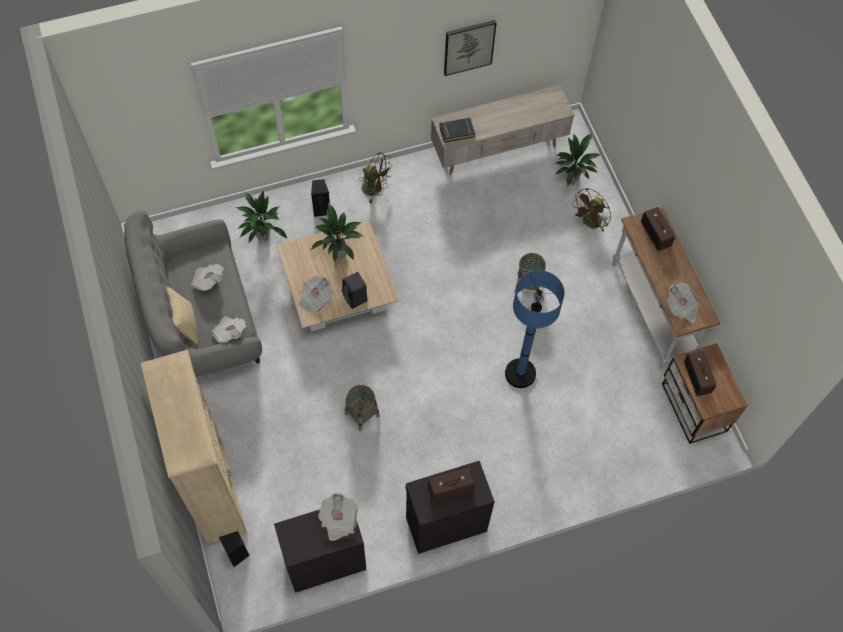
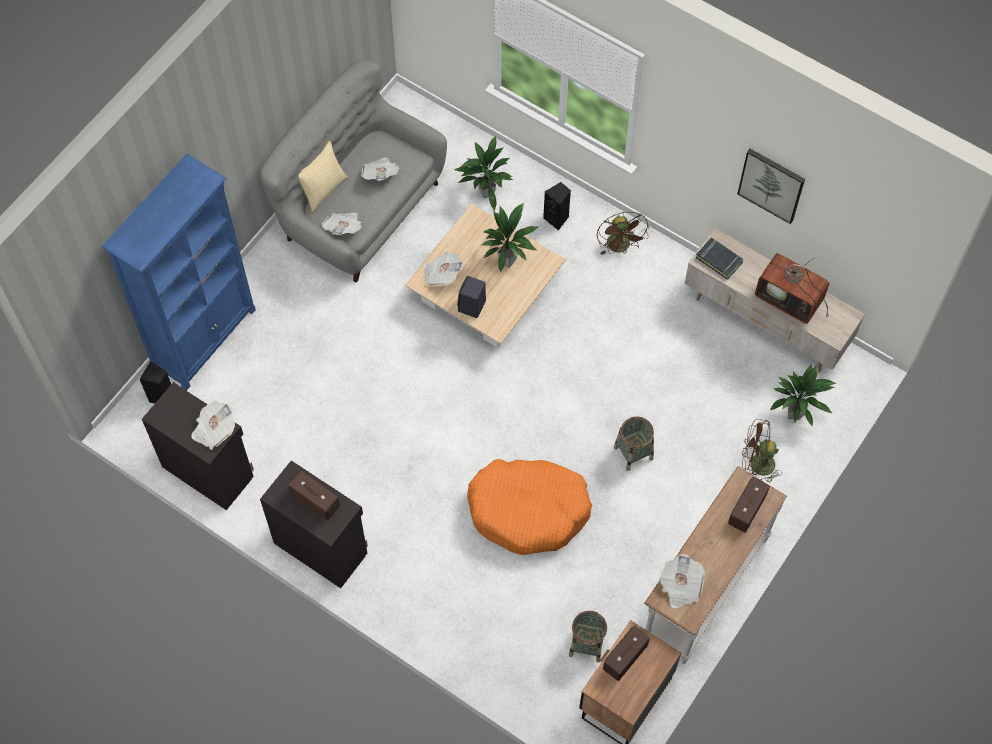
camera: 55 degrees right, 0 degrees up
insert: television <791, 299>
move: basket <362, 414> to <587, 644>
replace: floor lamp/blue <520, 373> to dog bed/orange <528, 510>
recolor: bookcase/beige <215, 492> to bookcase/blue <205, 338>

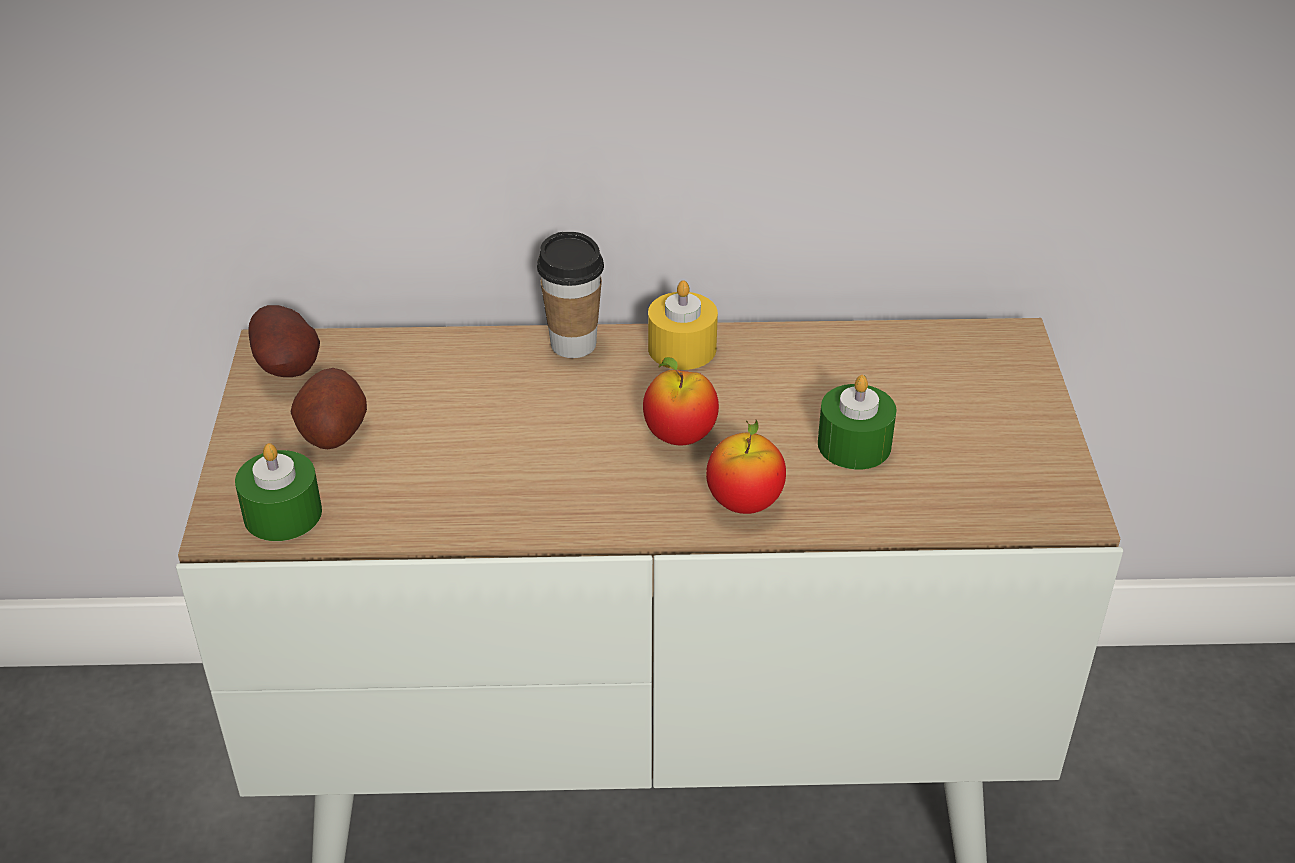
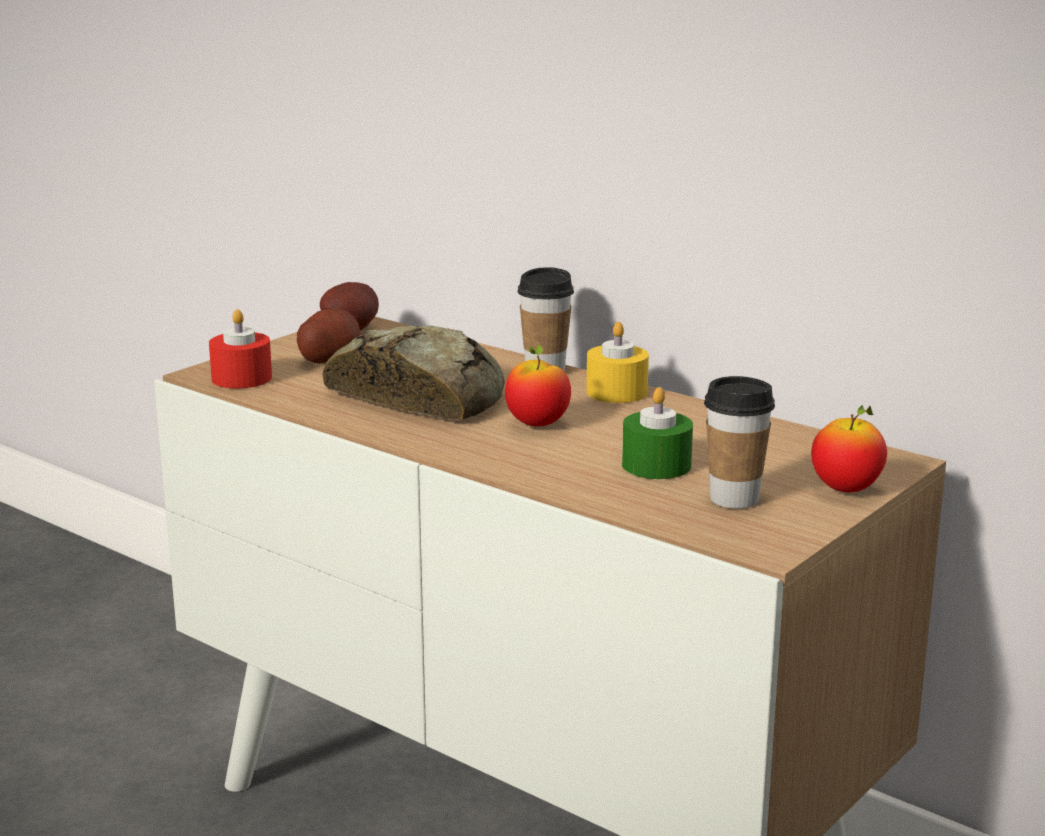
camera: 40 degrees right, 20 degrees down
insert: bread <420, 395>; cup <734, 499>
move: apple <744, 503> to <846, 489>
recolor: candle/green <283, 514> to candle/red <242, 378>

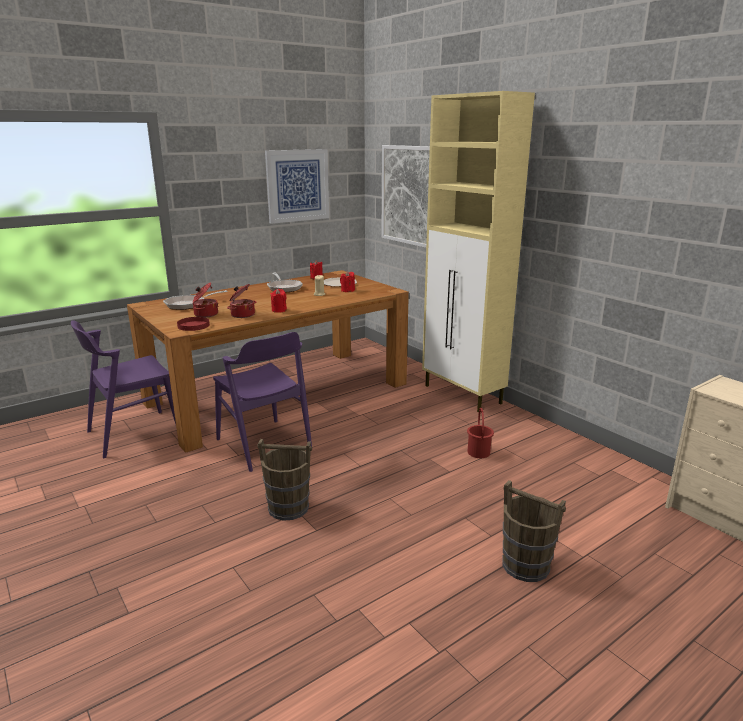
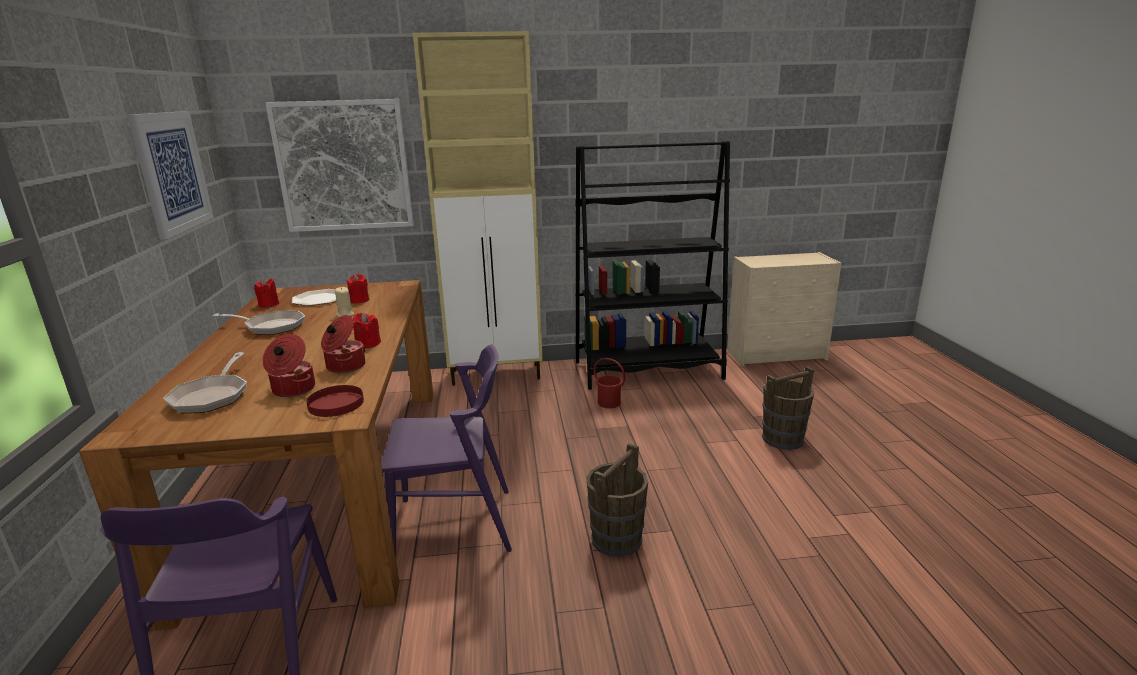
camera: 60 degrees left, 0 degrees up
insert: bookcase/black <648, 370>

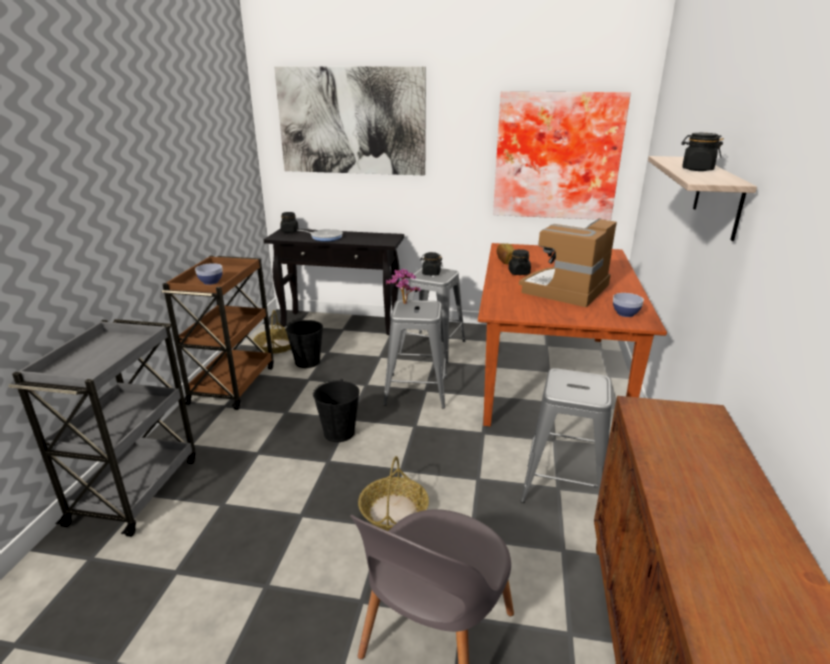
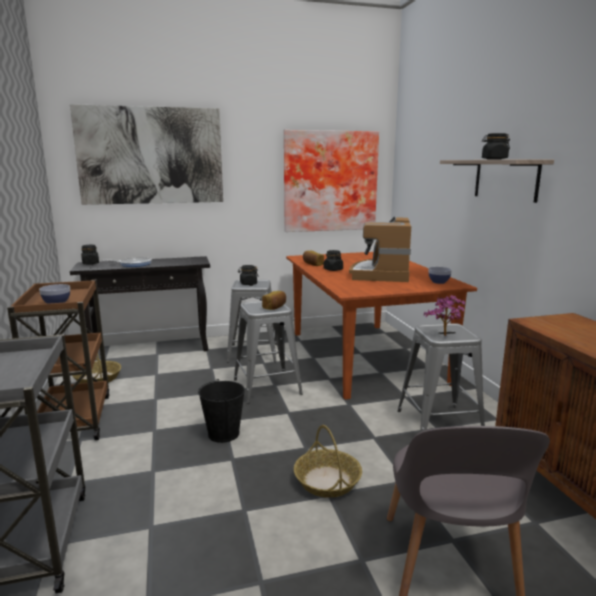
camera: 25 degrees left, 10 degrees down
delete: bucket/black <307, 362>
insert: bread <275, 307>
move: potted plant <403, 304> to <445, 336>

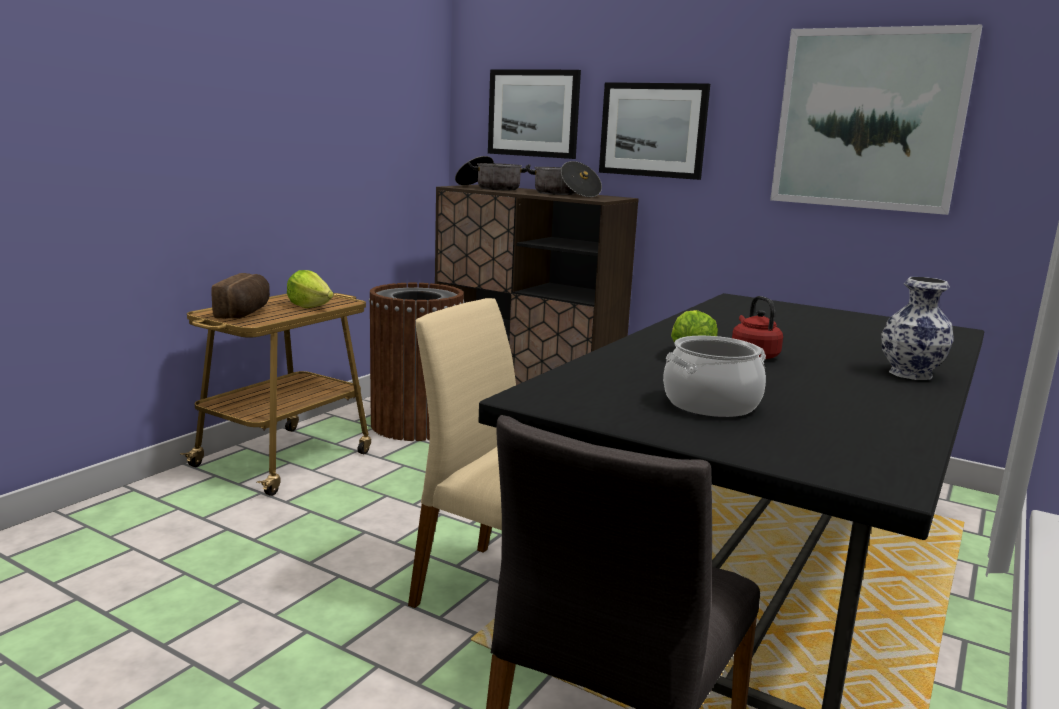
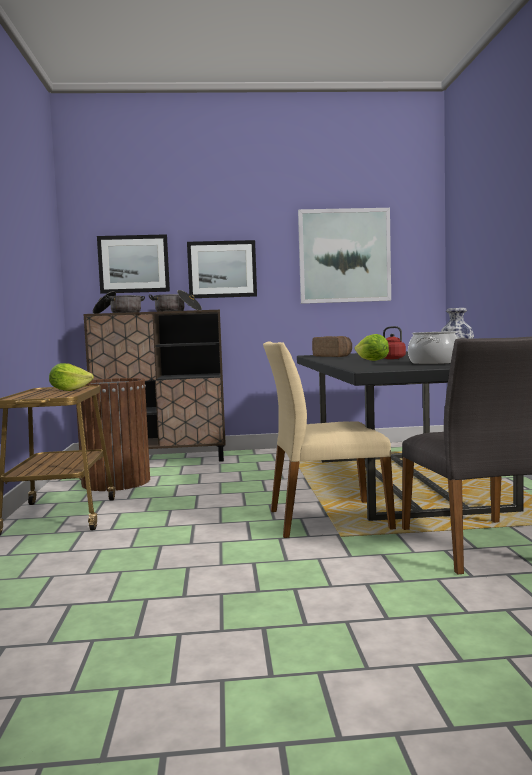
camera: 35 degrees left, 10 degrees down
move: bread <245, 312> to <333, 356>

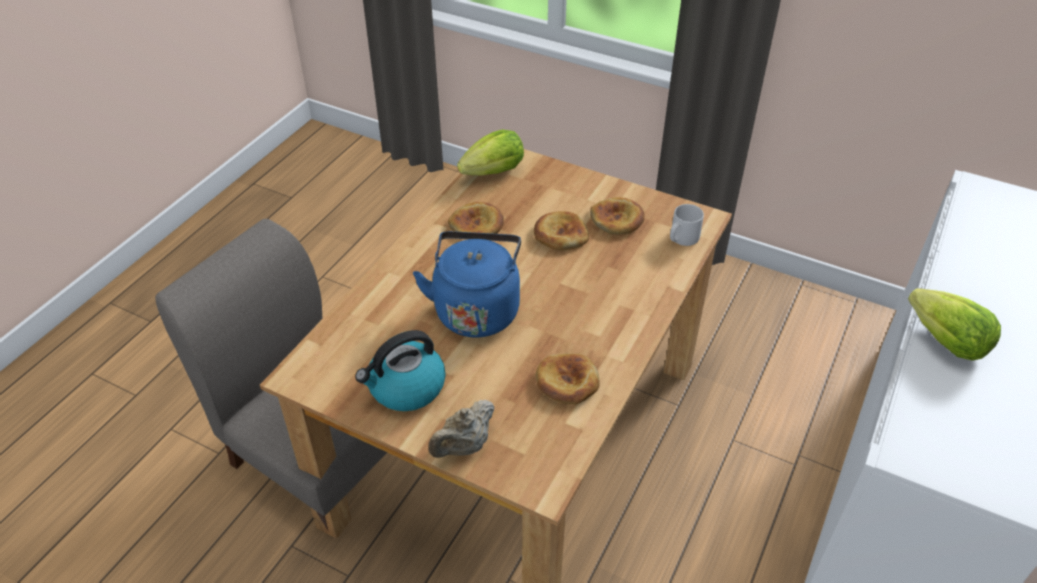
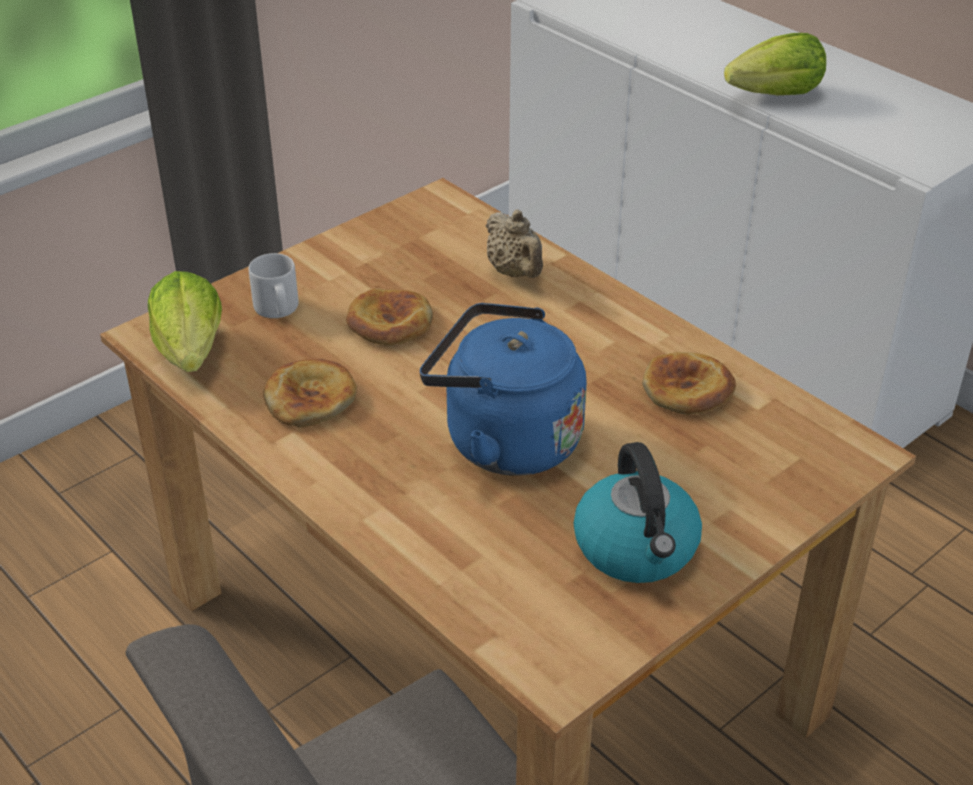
camera: 70 degrees left, 5 degrees down
delete: bread <617, 219>
move: mug/grey <682, 238> to <277, 309>; teapot/beige <464, 446> to <516, 272>

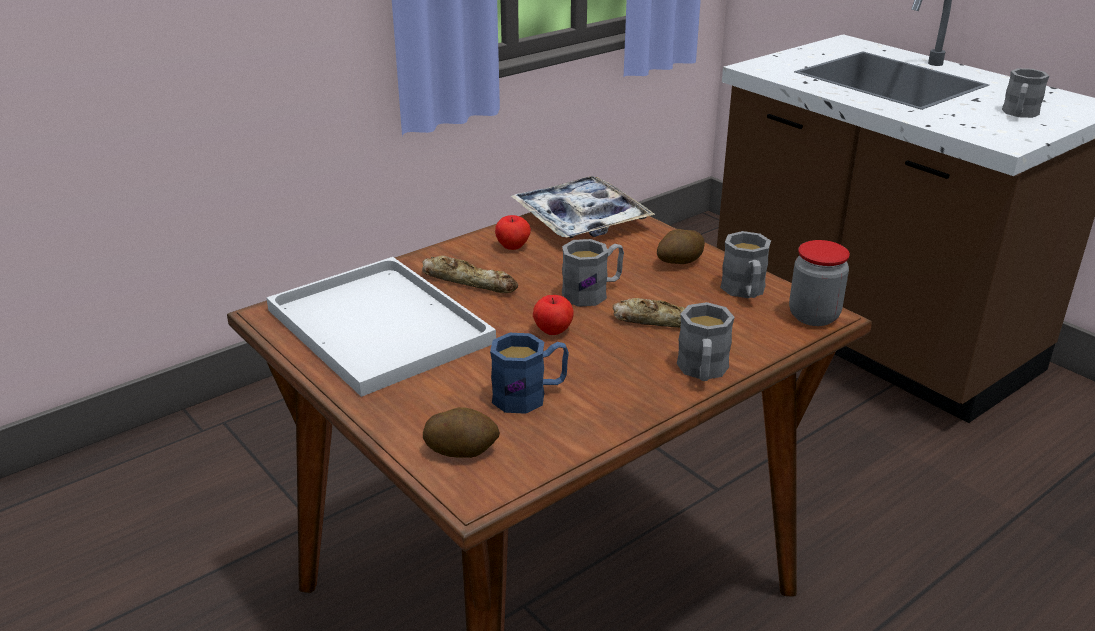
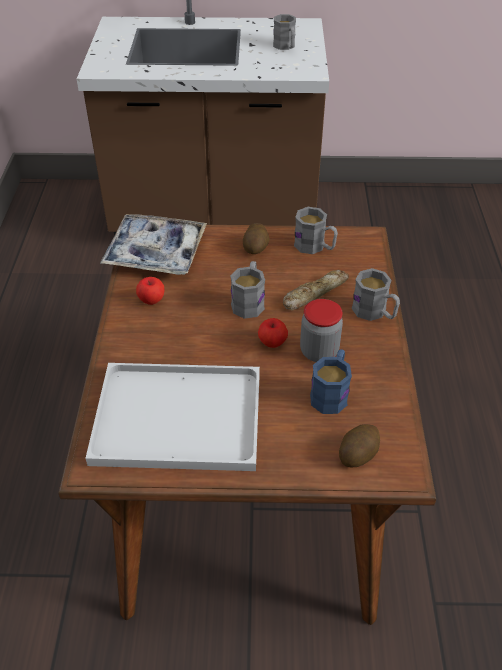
camera: 50 degrees left, 15 degrees up
delete: bread <469, 281>
move: jar <813, 316> to <319, 351>

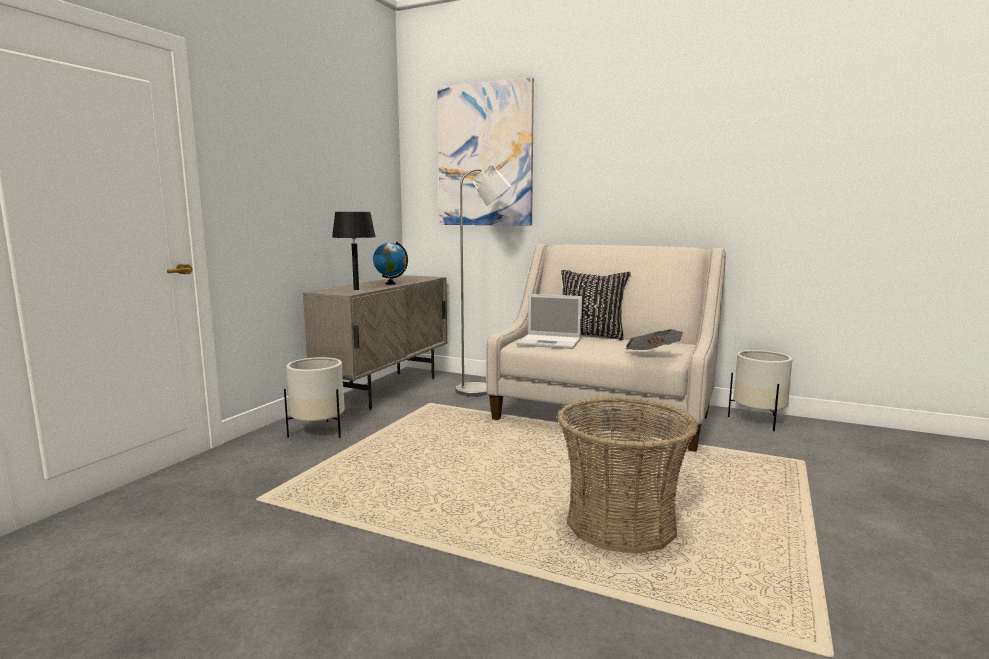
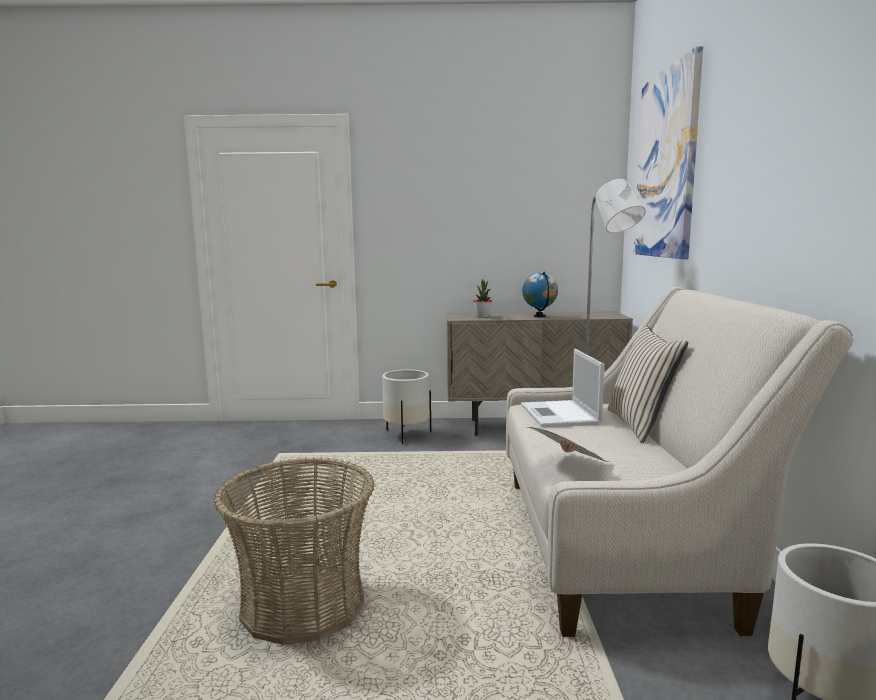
camera: 65 degrees right, 0 degrees up
replace: table lamp/black <356, 289> to potted plant <482, 317>
recolor: pillow/black <590, 335> to pillow/beige <640, 425>

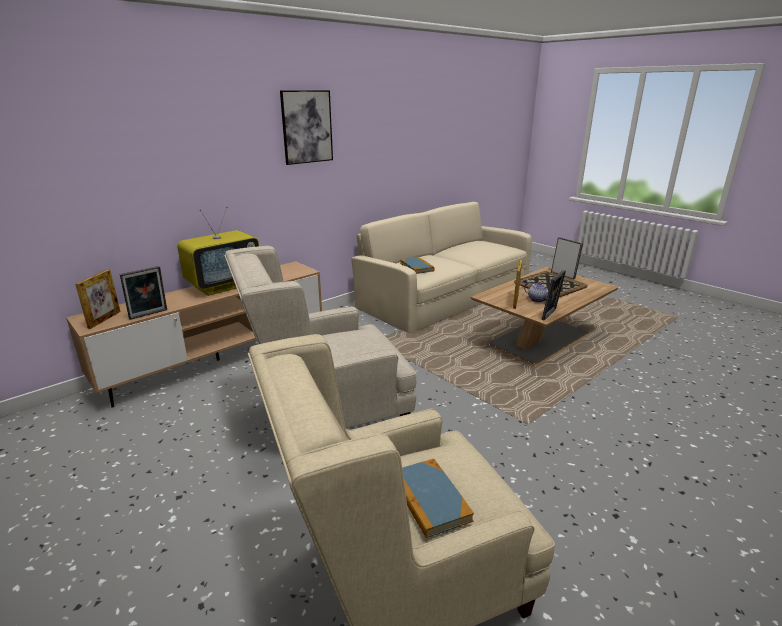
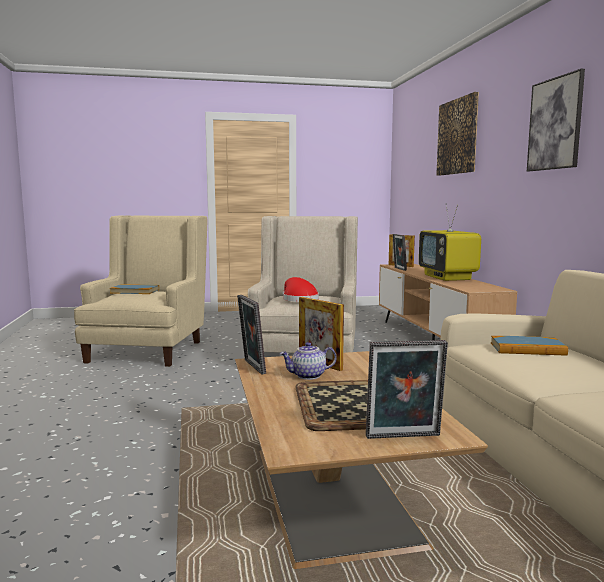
camera: 120 degrees right, 15 degrees down
insert: hat/red <298, 299>; picture <458, 136>

